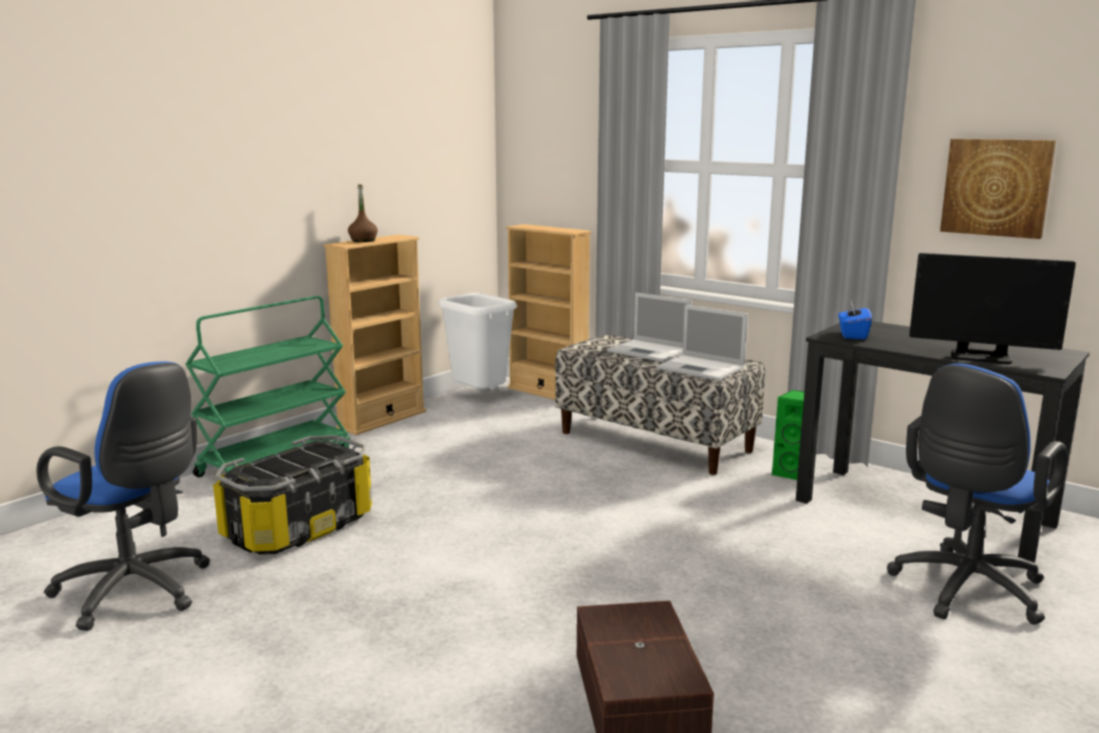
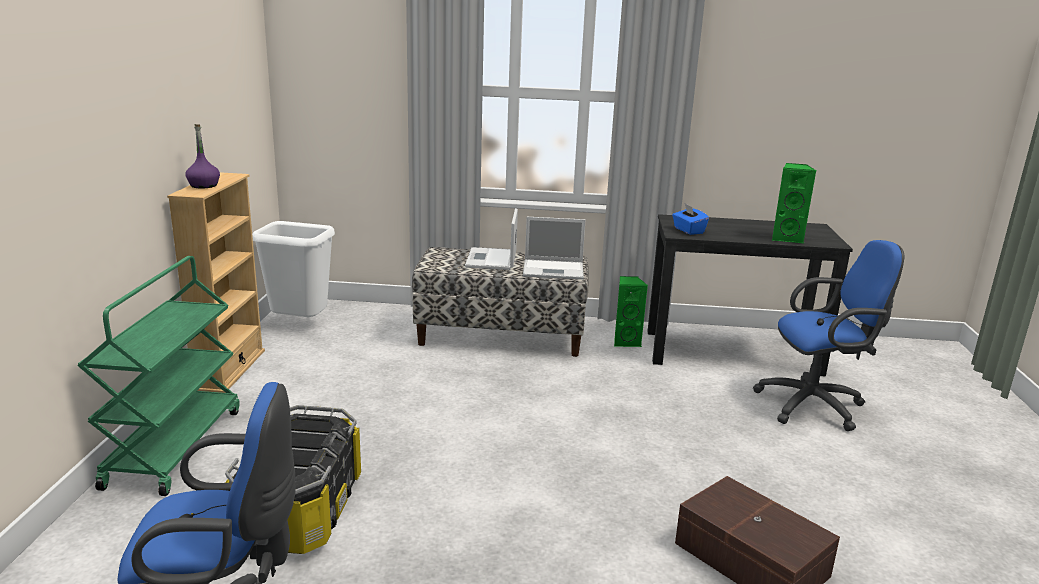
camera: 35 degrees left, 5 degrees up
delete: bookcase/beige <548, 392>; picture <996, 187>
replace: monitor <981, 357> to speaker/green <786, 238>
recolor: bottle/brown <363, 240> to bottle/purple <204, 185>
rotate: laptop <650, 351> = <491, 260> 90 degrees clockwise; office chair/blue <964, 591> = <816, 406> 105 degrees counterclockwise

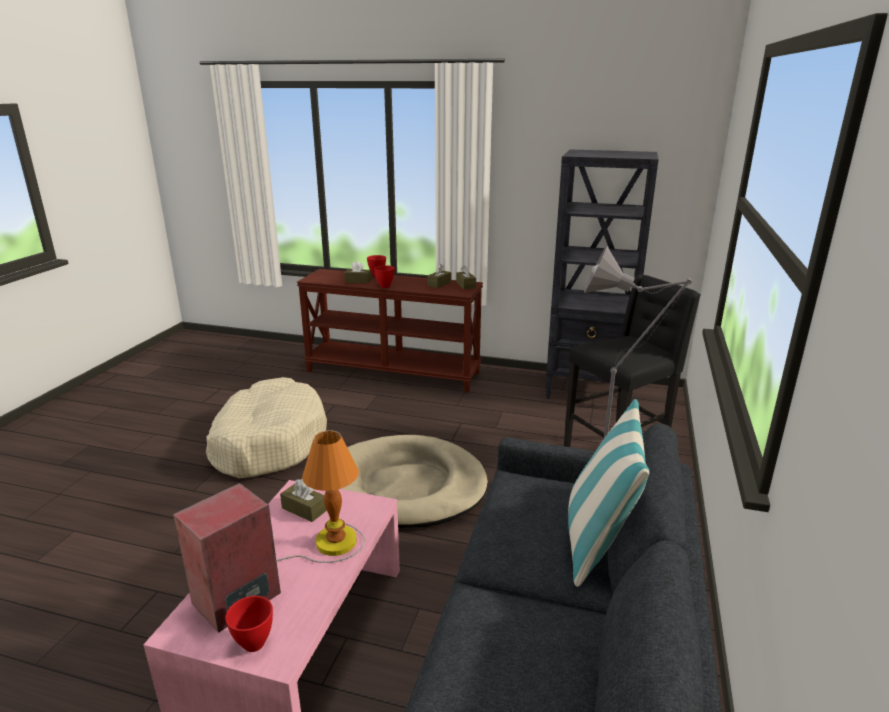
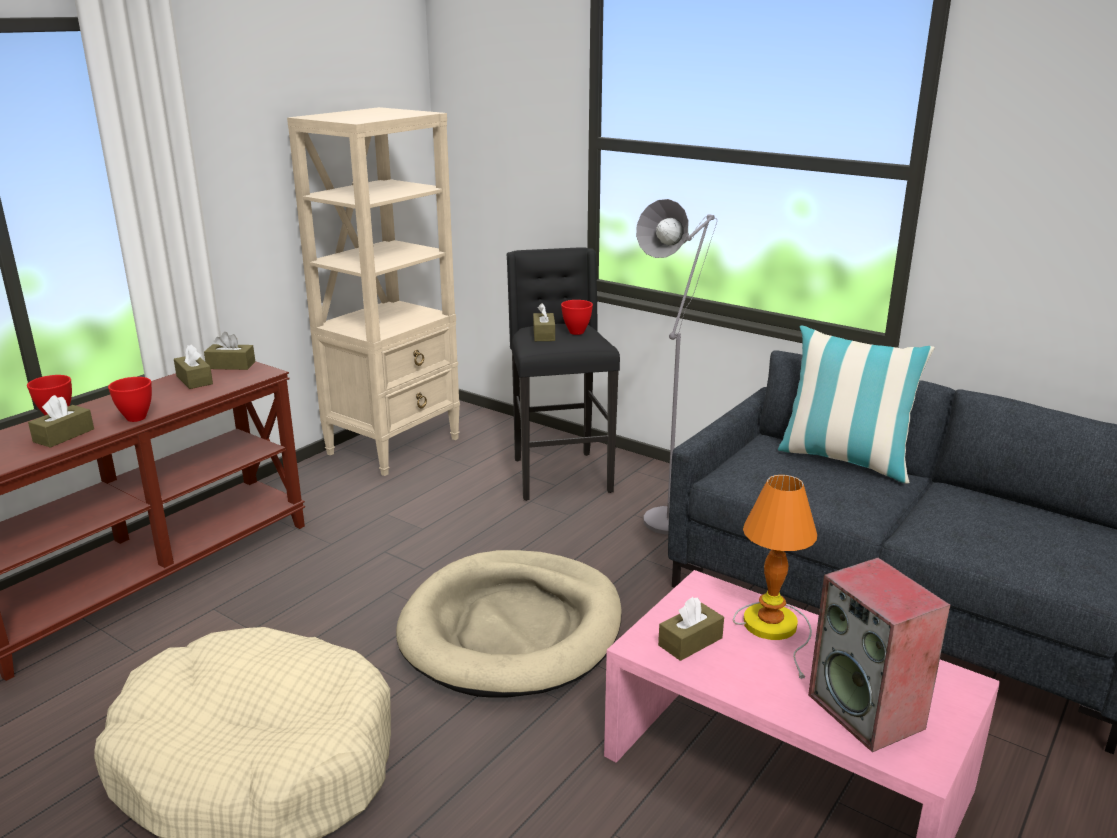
camera: 70 degrees left, 0 degrees up
insert: tissue box/brown <544, 335>
move: bowl/red <253, 644> to <577, 332>
recolor: bookcase/black <588, 390> to bookcase/beige <395, 446>

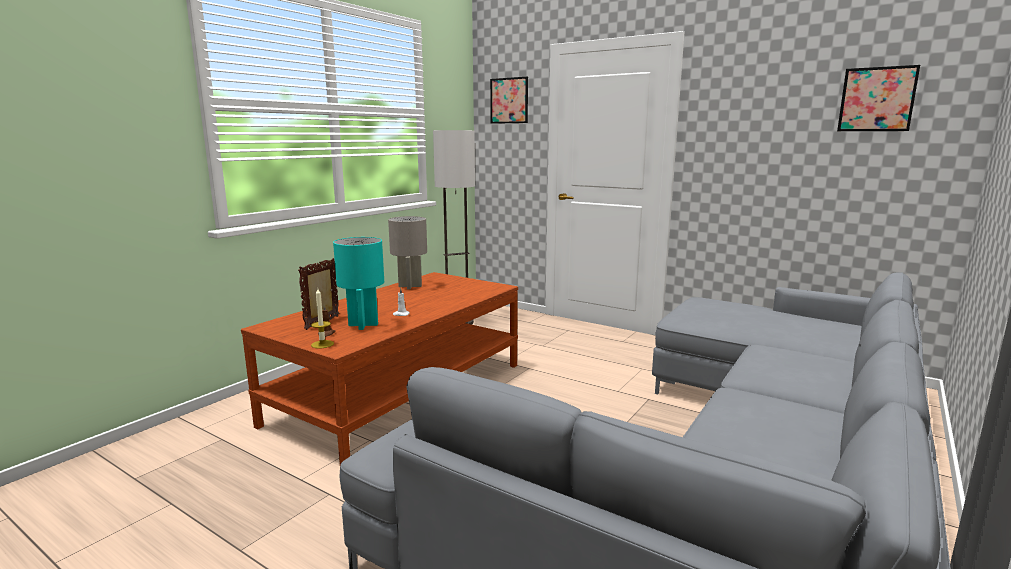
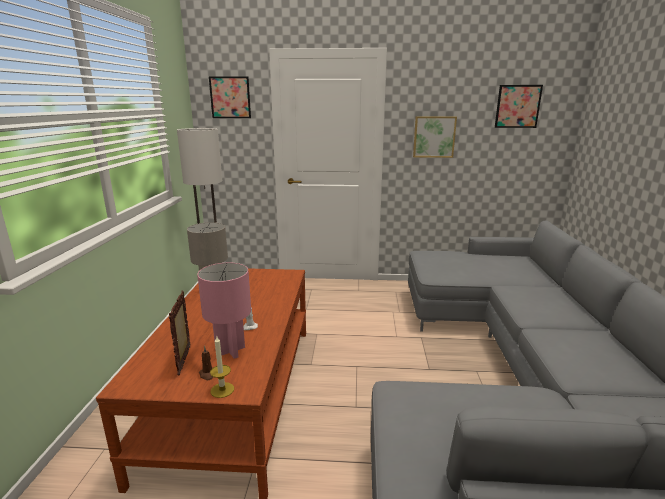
camera: 30 degrees left, 5 degrees up
insert: picture <434, 137>
recolor: table lamp/turquoise <363, 325> to table lamp/pink <230, 351>

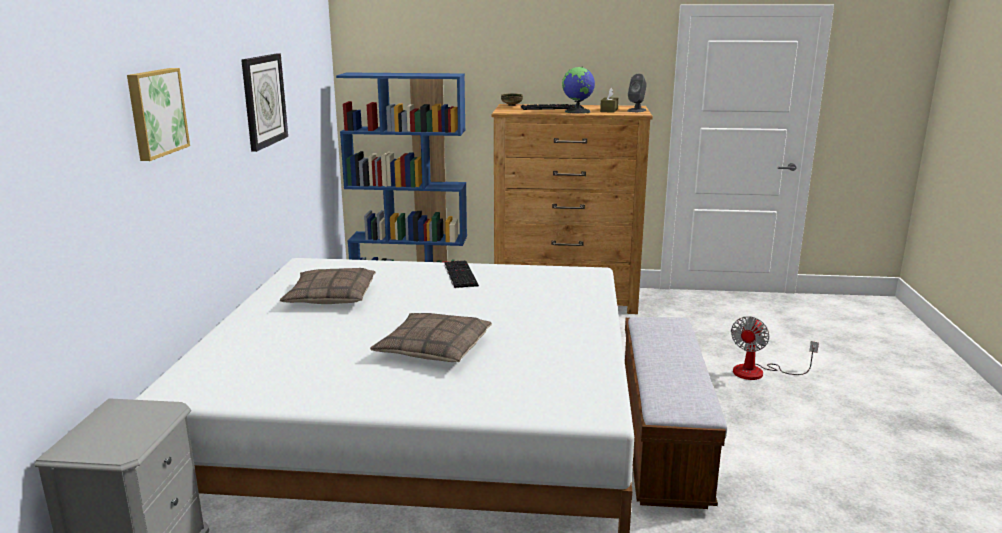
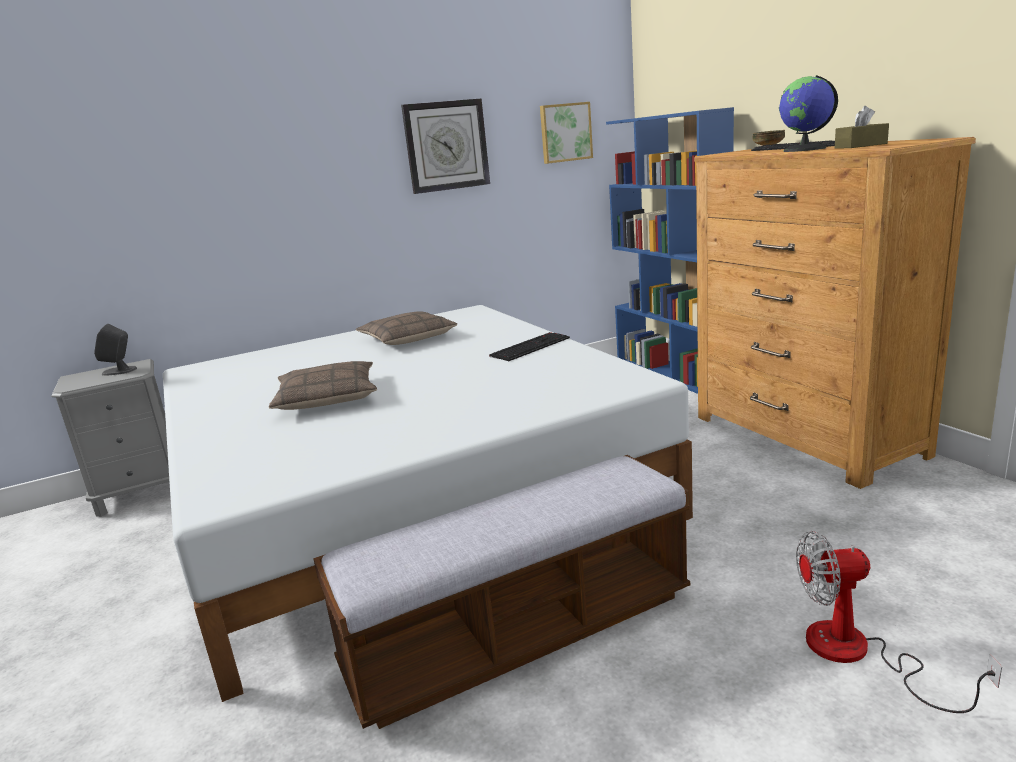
camera: 60 degrees right, 0 degrees up
move: speaker/grey <636, 110> to <120, 371>; picture <155, 112> to <565, 132>

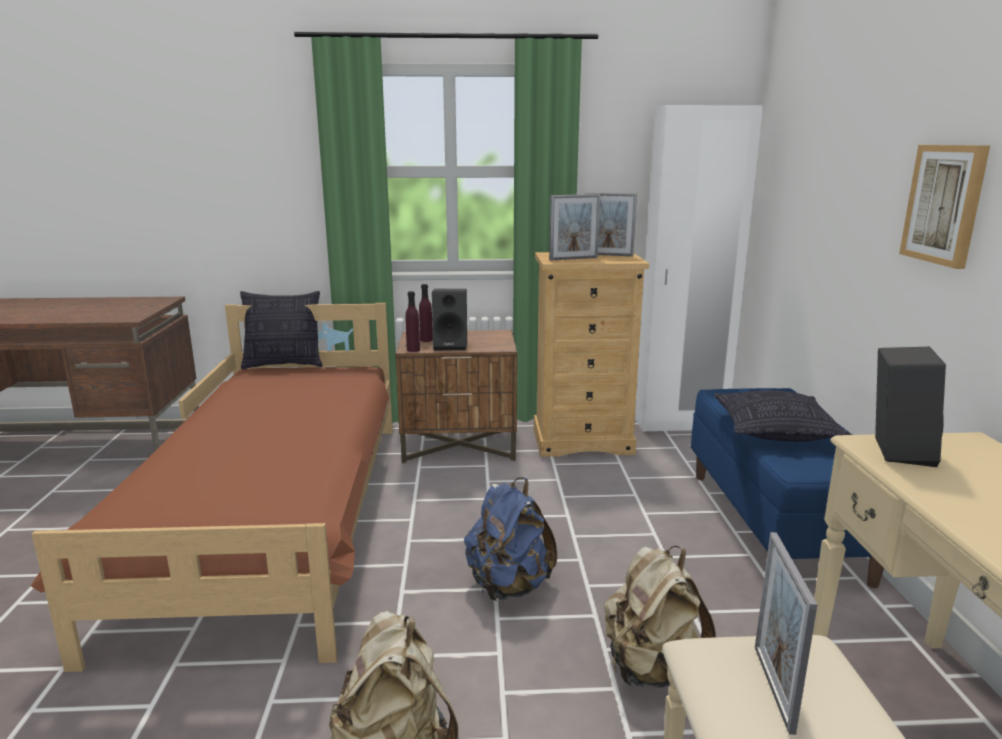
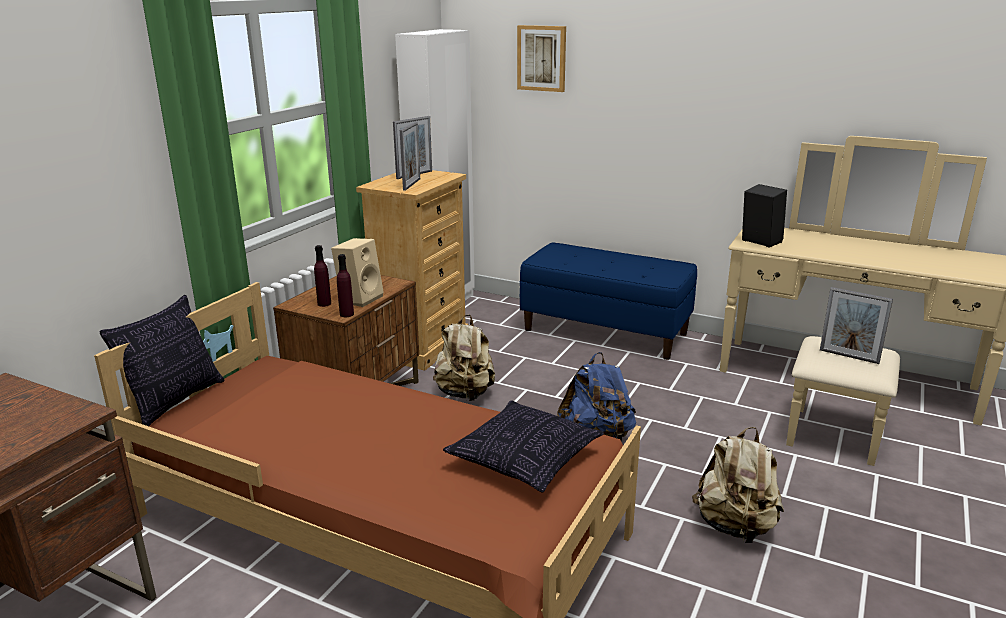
camera: 60 degrees left, 5 degrees up
move: backpack/beige <651, 669> to <465, 393>; pillow <775, 432> to <525, 460>; picture <945, 204> to <542, 58>
recolor: speaker/black <451, 346> to speaker/beige <360, 298>

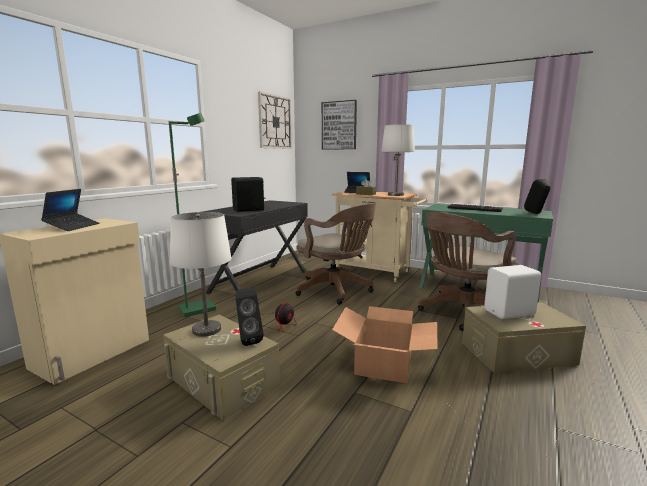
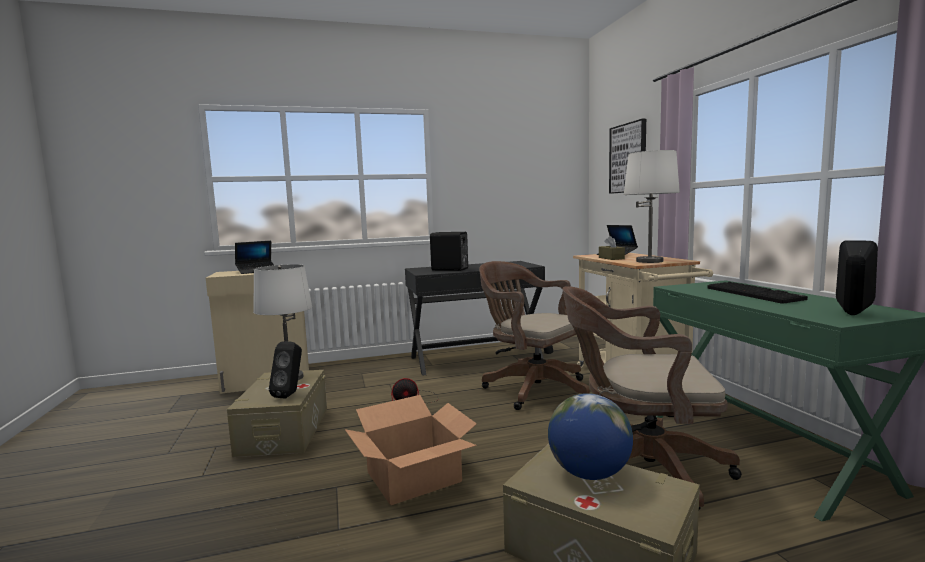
camera: 45 degrees right, 5 degrees down
delete: floor lamp/green <197, 309>; wall clock <275, 122>
replace: speaker/white <510, 313> to globe <589, 473>
rotate: office chair/brown <336, 291> = <532, 388> 135 degrees clockwise

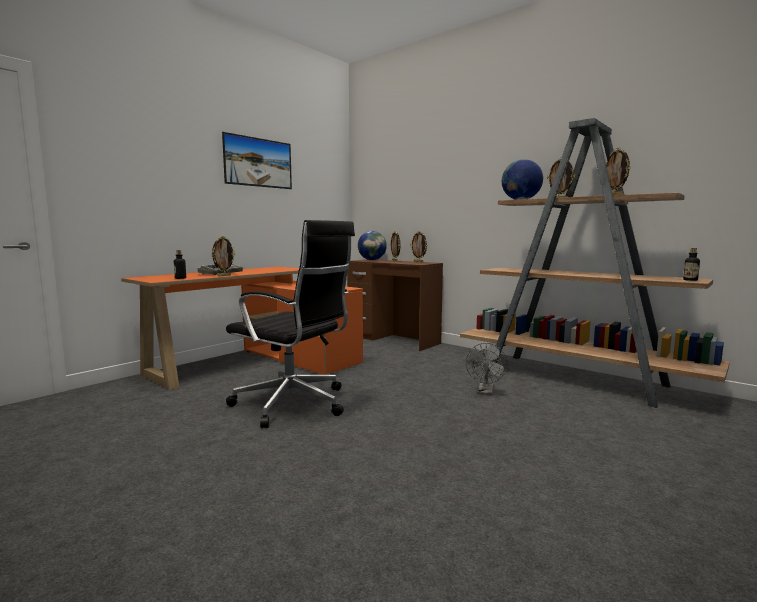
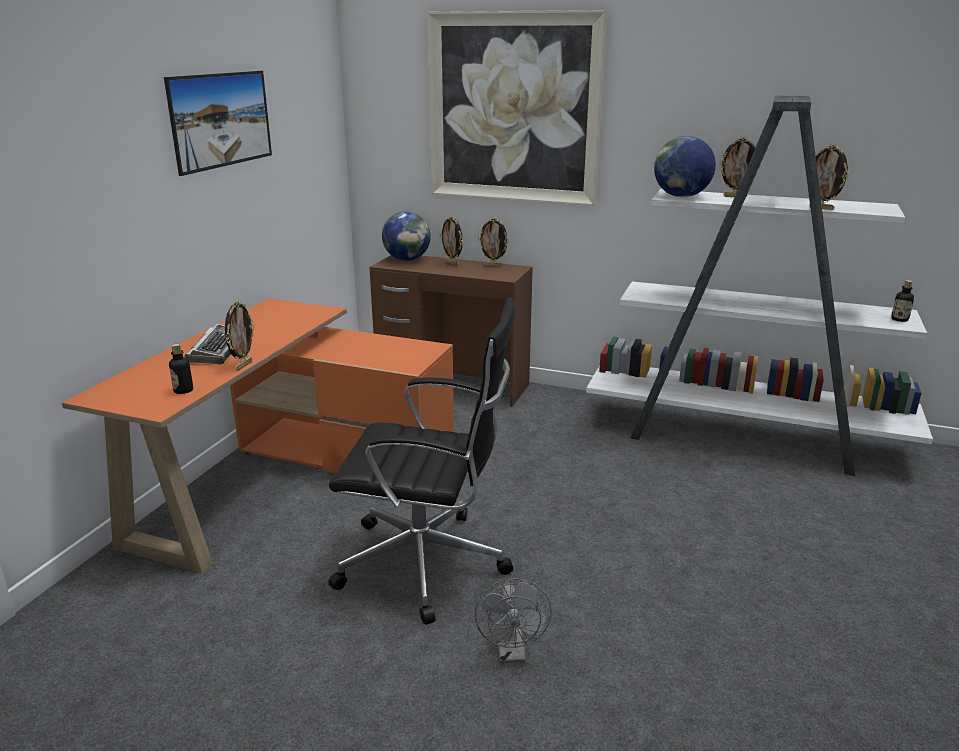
camera: 20 degrees left, 15 degrees up
insert: picture <513, 109>
move: fan/grey <485, 392> to <512, 653>
recolor: bookcase/brown <577, 379> to bookcase/white <744, 436>

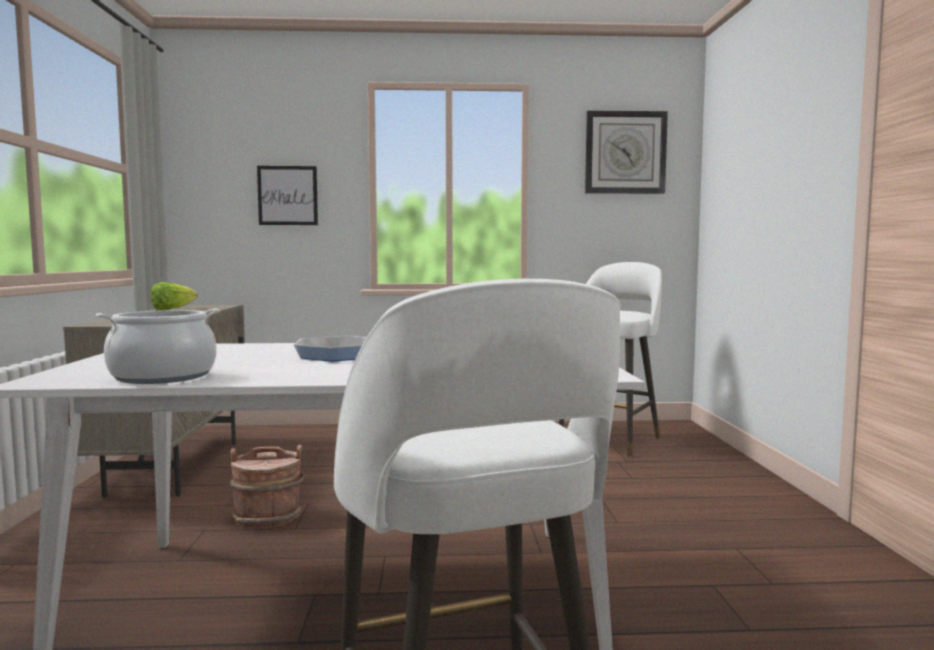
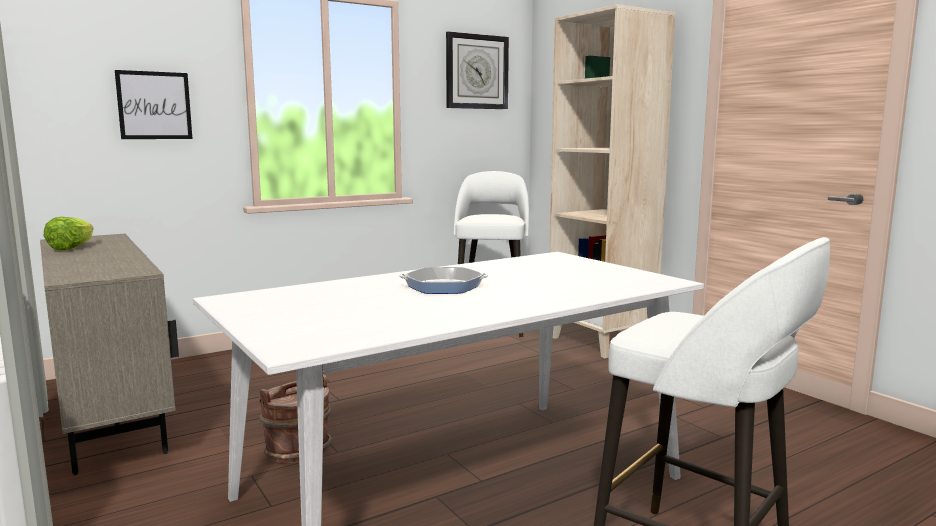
camera: 30 degrees left, 5 degrees up
delete: cooking pot <163, 376>
insert: bookcase/beige <601, 342>

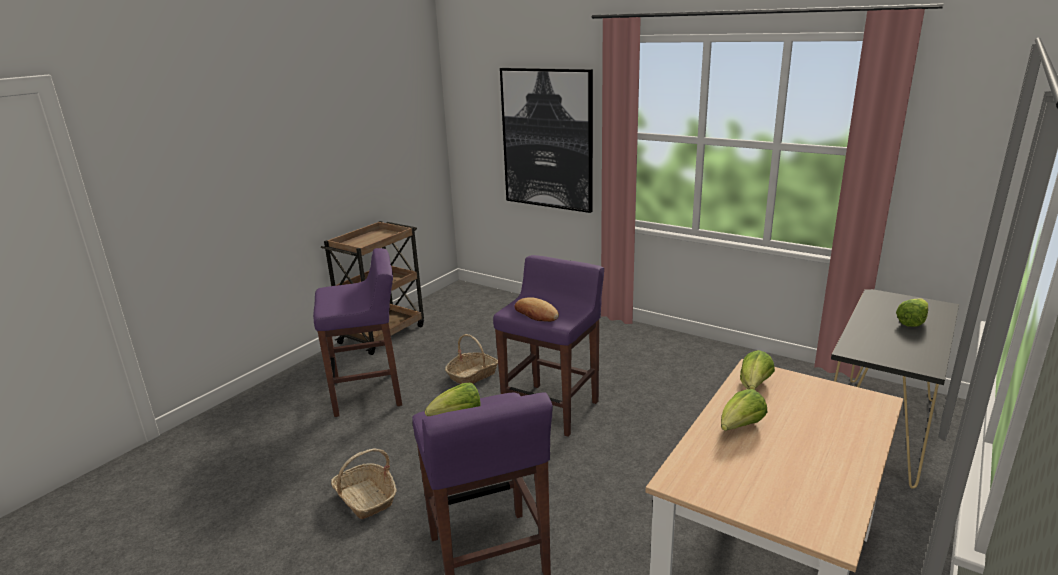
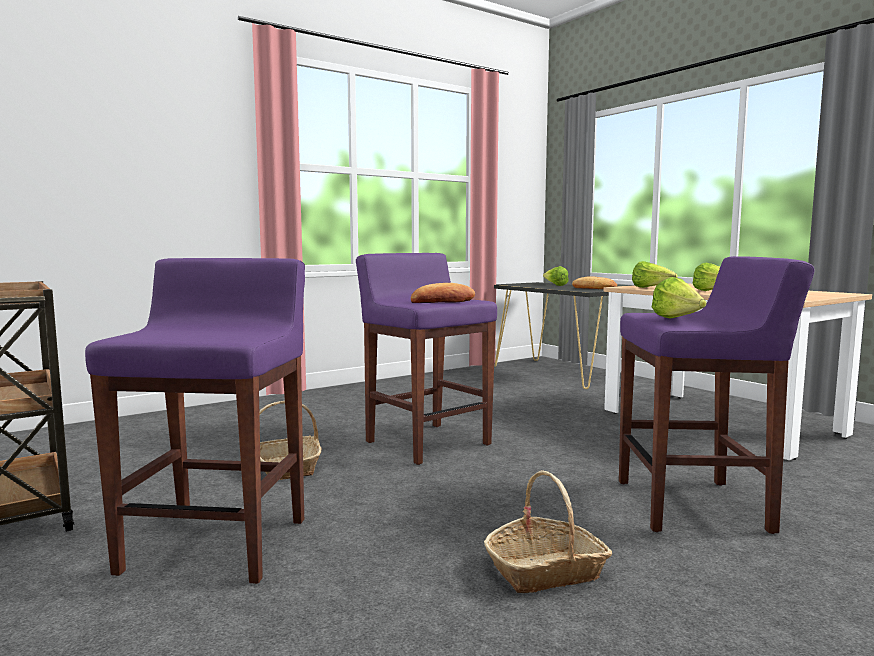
camera: 70 degrees left, 15 degrees down
delete: picture <547, 139>
insert: bread <594, 288>

